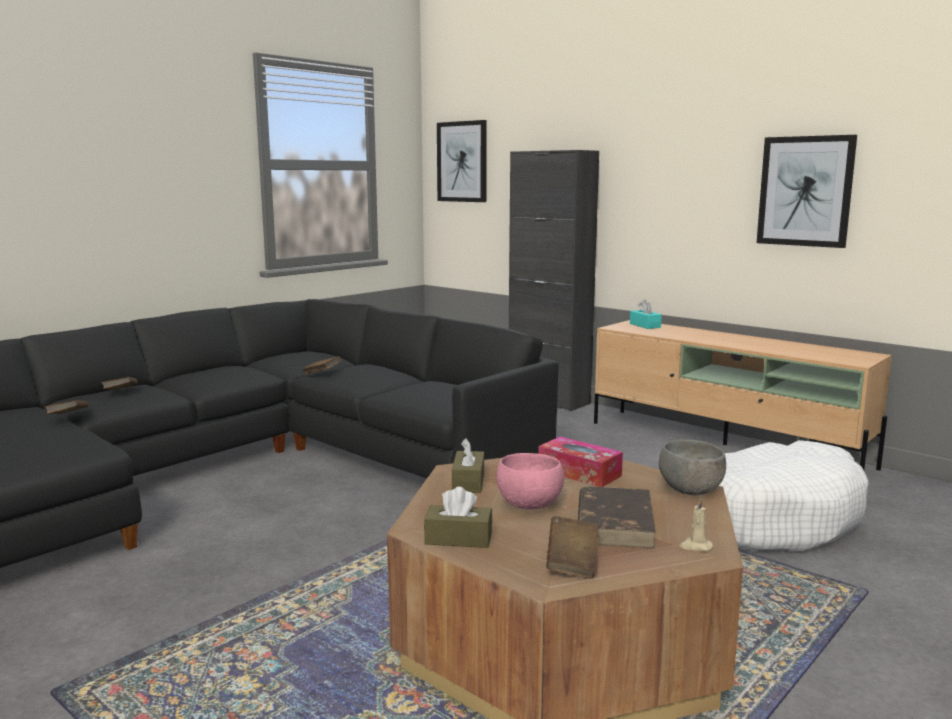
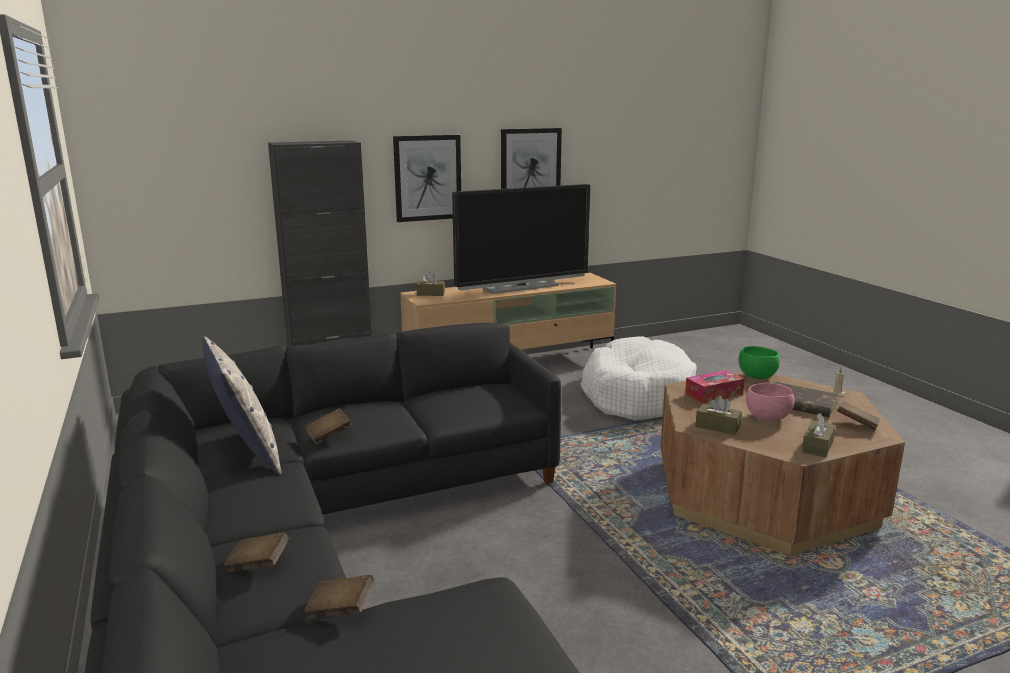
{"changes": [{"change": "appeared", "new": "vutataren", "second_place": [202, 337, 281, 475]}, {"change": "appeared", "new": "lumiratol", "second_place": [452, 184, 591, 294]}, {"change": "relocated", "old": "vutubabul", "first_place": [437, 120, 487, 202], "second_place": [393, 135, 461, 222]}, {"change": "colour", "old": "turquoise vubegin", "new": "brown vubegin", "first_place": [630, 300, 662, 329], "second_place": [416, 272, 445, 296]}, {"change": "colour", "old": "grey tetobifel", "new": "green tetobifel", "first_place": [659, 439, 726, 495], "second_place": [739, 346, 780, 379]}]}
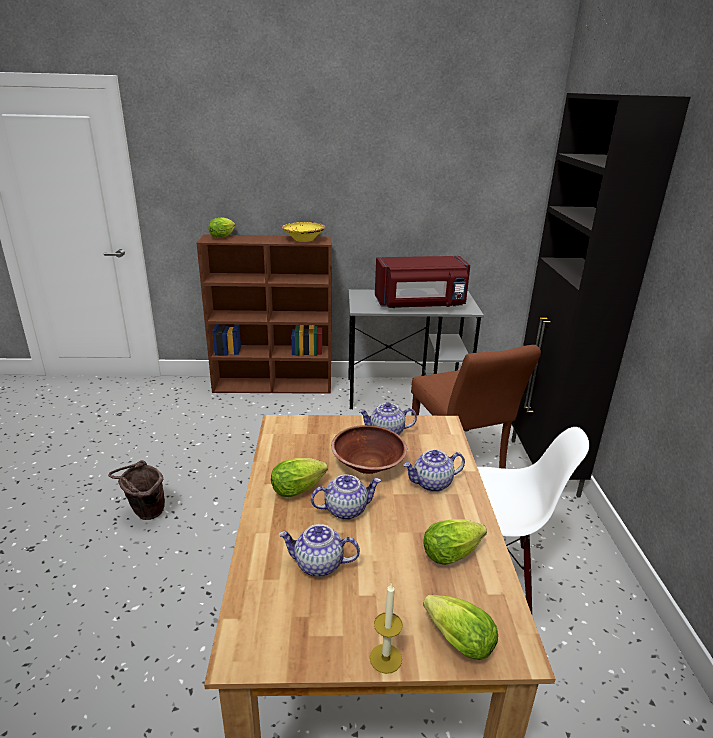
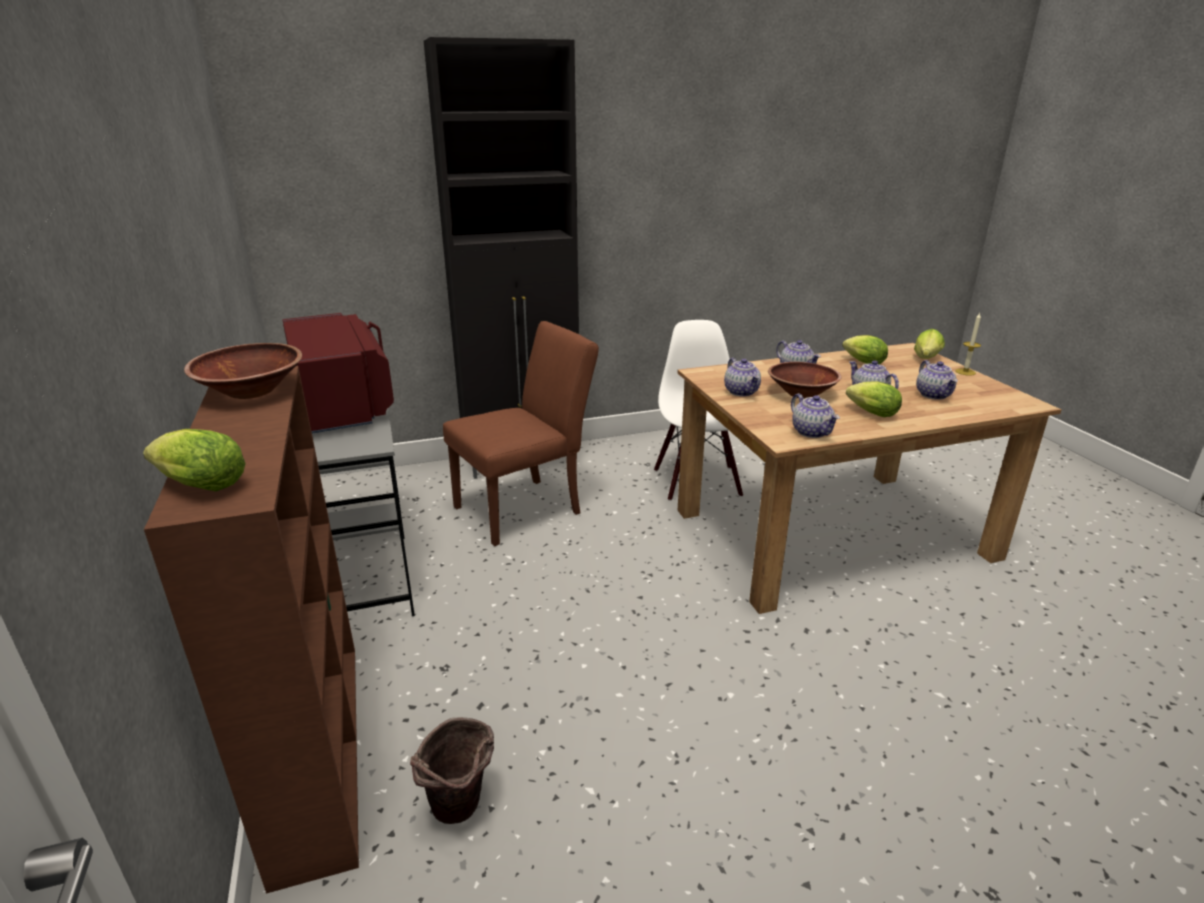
{"changes": [{"change": "appeared", "new": "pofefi", "second_place": [791, 394, 840, 438]}, {"change": "relocated", "old": "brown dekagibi", "first_place": [108, 460, 165, 520], "second_place": [410, 717, 494, 824]}, {"change": "colour", "old": "yellow tetobifel", "new": "brown tetobifel", "first_place": [282, 222, 326, 242], "second_place": [184, 343, 302, 399]}]}
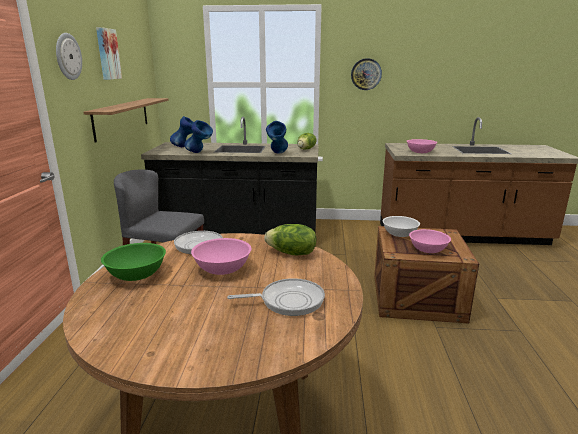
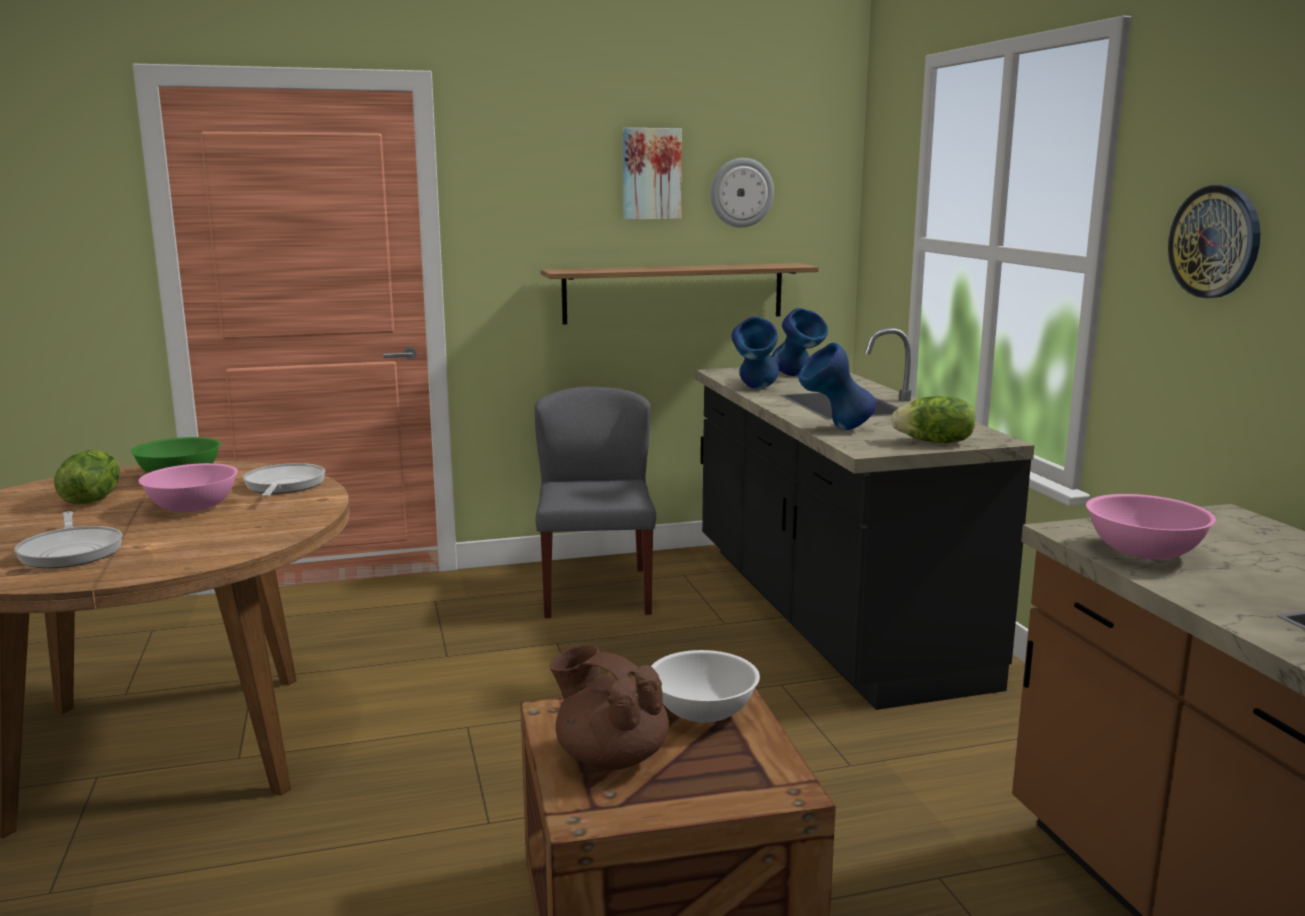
{"changes": [{"change": "relocated", "old": "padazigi", "first_place": [56, 33, 82, 80], "second_place": [710, 158, 774, 227]}, {"change": "relocated", "old": "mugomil", "first_place": [264, 224, 316, 255], "second_place": [54, 450, 120, 504]}, {"change": "exchanged", "old": "pink tetobifel", "new": "brown pofefi", "first_place": [409, 229, 451, 253], "second_place": [550, 645, 669, 770]}]}
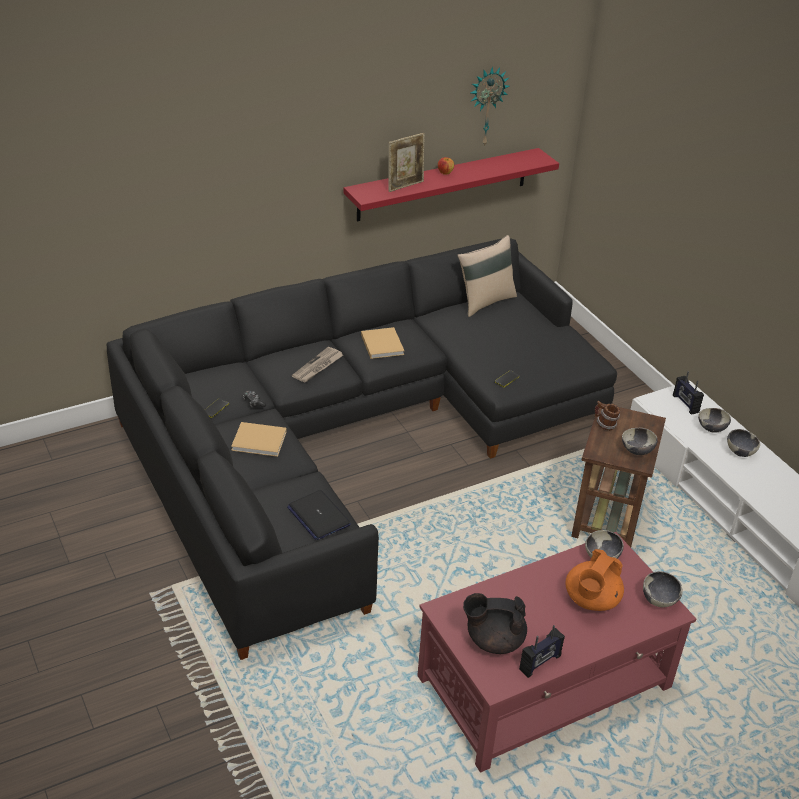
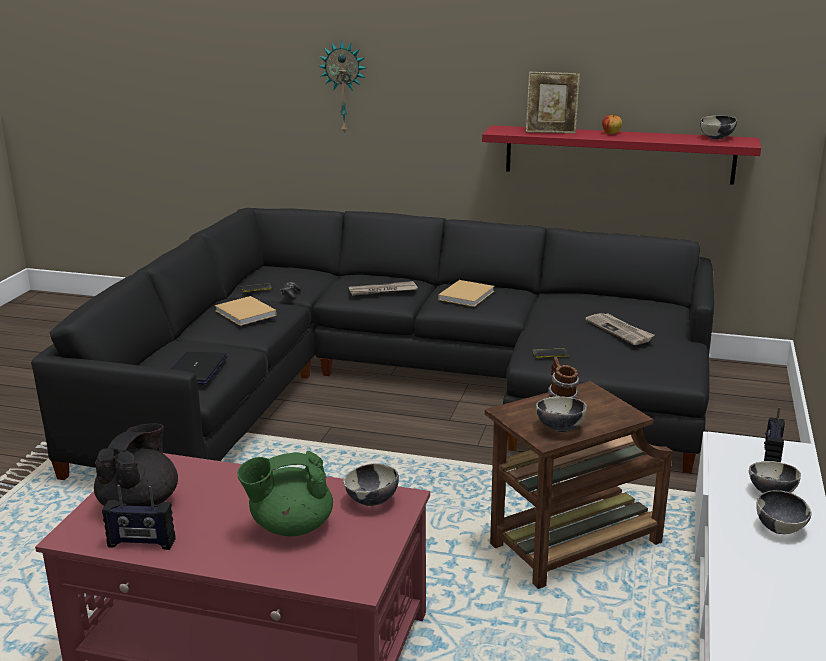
{"changes": [{"change": "missing", "old": "beige vutataren", "first_place": [457, 235, 517, 317]}, {"change": "appeared", "new": "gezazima", "second_place": [585, 313, 654, 345]}, {"change": "relocated", "old": "padazigi", "first_place": [470, 66, 510, 147], "second_place": [318, 40, 366, 135]}, {"change": "relocated", "old": "tetobifel", "first_place": [643, 571, 683, 607], "second_place": [700, 115, 737, 139]}, {"change": "colour", "old": "orange pofefi", "new": "green pofefi", "first_place": [565, 549, 624, 611], "second_place": [237, 451, 333, 537]}, {"change": "spun", "old": "black pofefi", "first_place": [463, 593, 527, 654], "second_place": [94, 423, 178, 507], "degrees": 60}]}
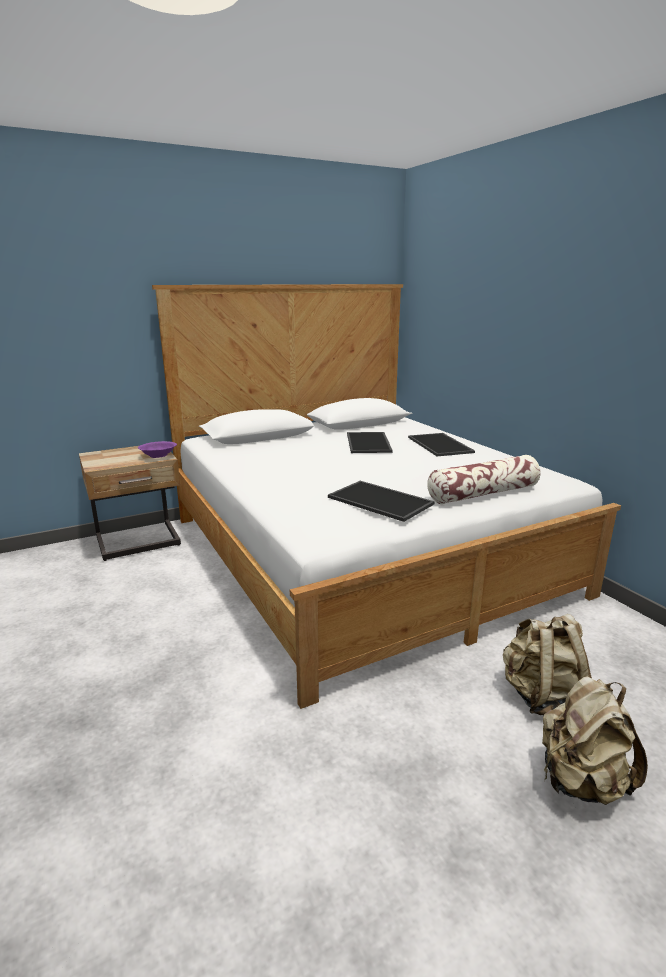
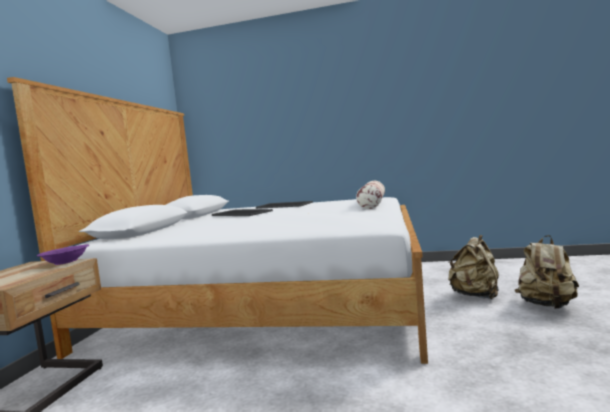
{"changes": [{"change": "missing", "old": "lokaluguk", "first_place": [328, 481, 435, 522]}]}
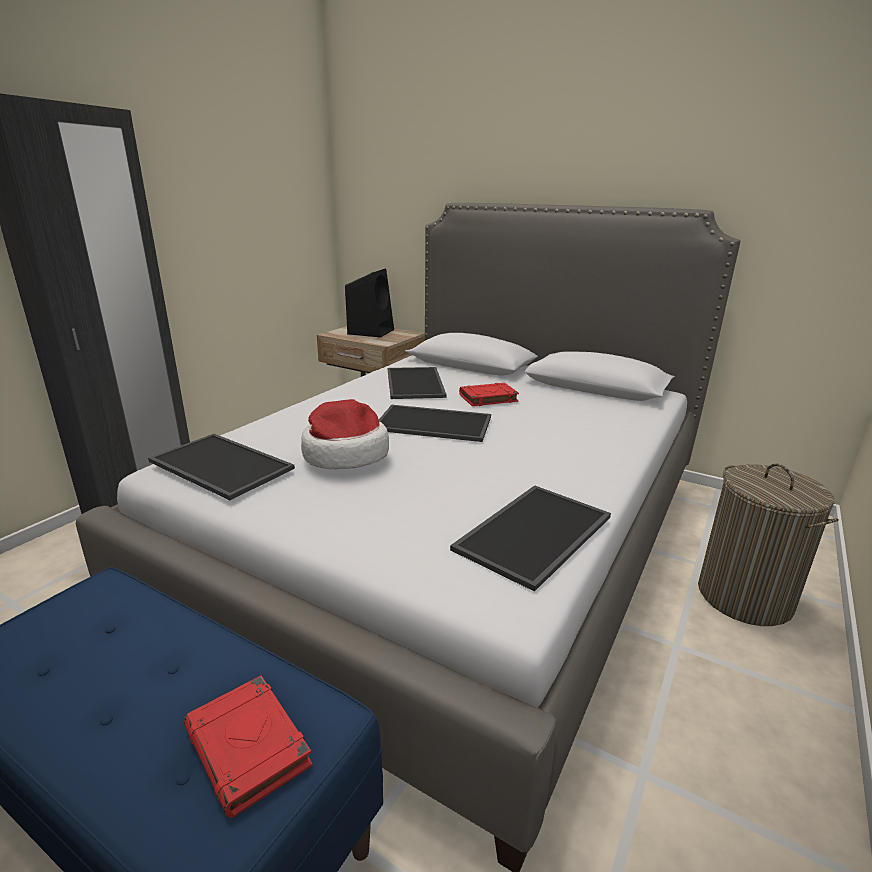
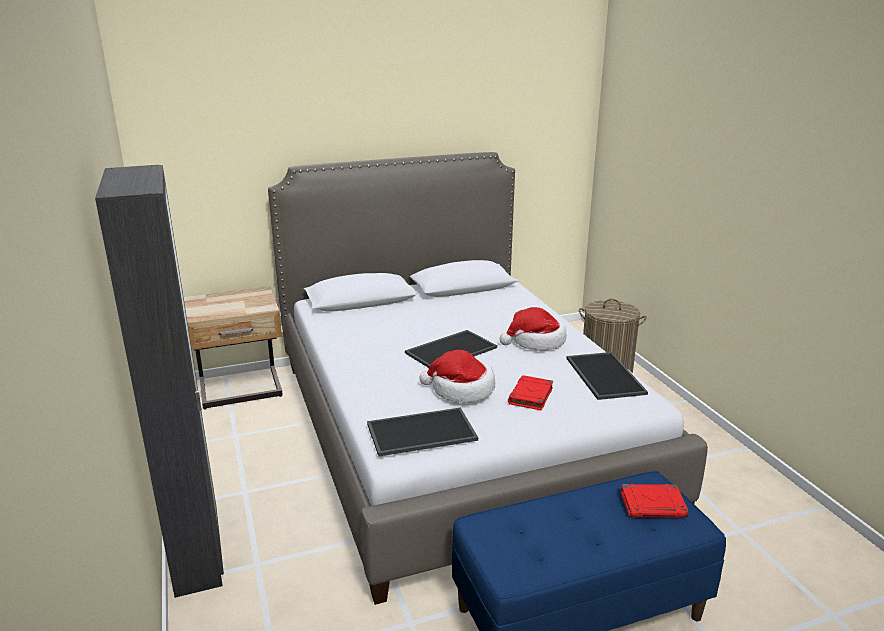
{"changes": [{"change": "missing", "old": "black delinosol", "first_place": [345, 268, 394, 338]}, {"change": "missing", "old": "lokaluguk", "first_place": [388, 367, 447, 399]}, {"change": "appeared", "new": "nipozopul", "second_place": [500, 307, 567, 351]}, {"change": "relocated", "old": "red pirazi", "first_place": [459, 383, 519, 406], "second_place": [508, 375, 553, 411]}]}
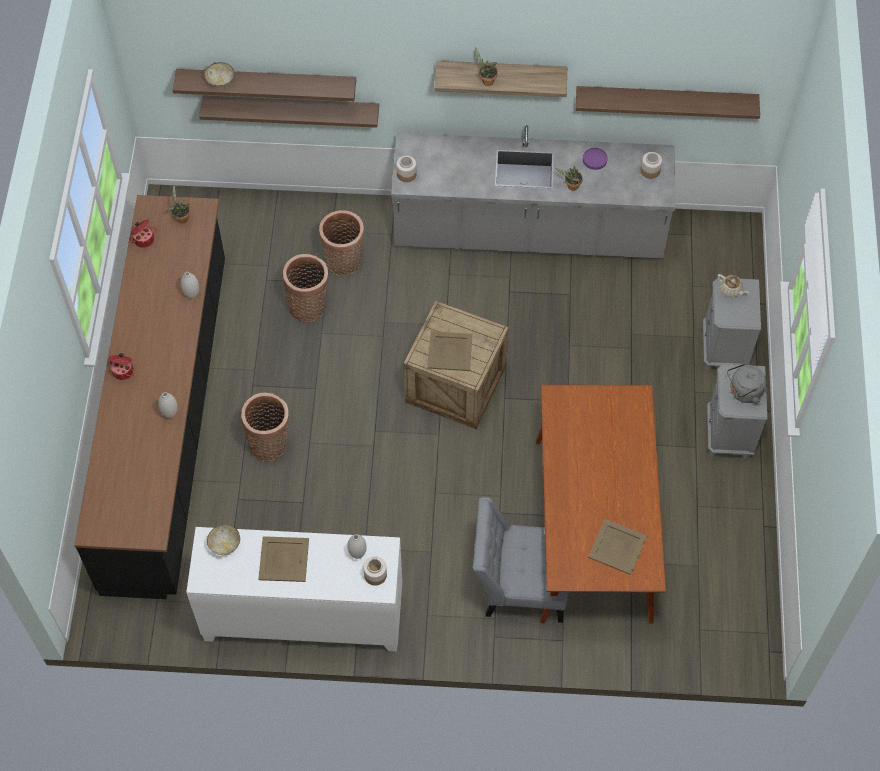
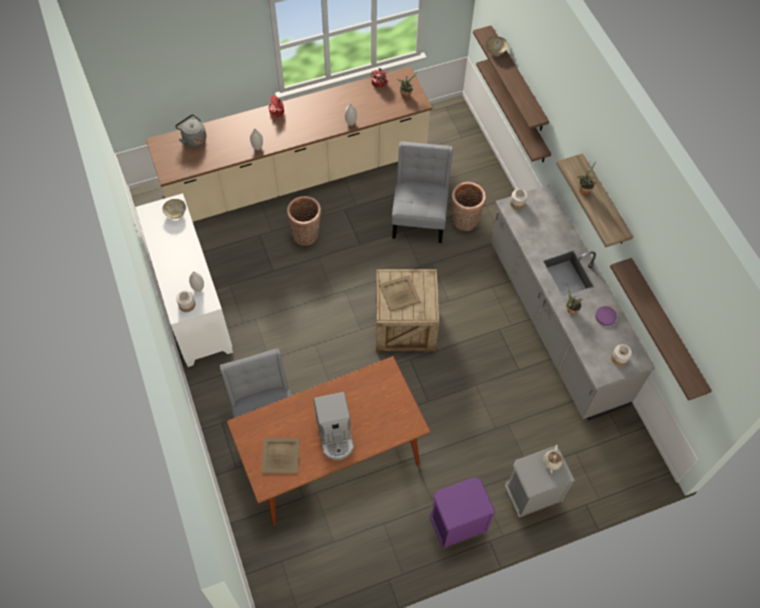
{"changes": [{"change": "missing", "old": "beige lokaluguk", "first_place": [259, 536, 309, 582]}, {"change": "appeared", "new": "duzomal", "second_place": [314, 392, 354, 460]}, {"change": "relocated", "old": "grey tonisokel", "first_place": [727, 363, 766, 403], "second_place": [175, 114, 206, 147]}, {"change": "exchanged", "old": "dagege", "new": "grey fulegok", "first_place": [283, 254, 329, 323], "second_place": [392, 141, 453, 243]}, {"change": "colour", "old": "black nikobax", "new": "beige nikobax", "first_place": [74, 195, 225, 599], "second_place": [146, 66, 432, 222]}, {"change": "colour", "old": "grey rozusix", "new": "purple rozusix", "first_place": [707, 364, 767, 459], "second_place": [429, 477, 496, 549]}]}
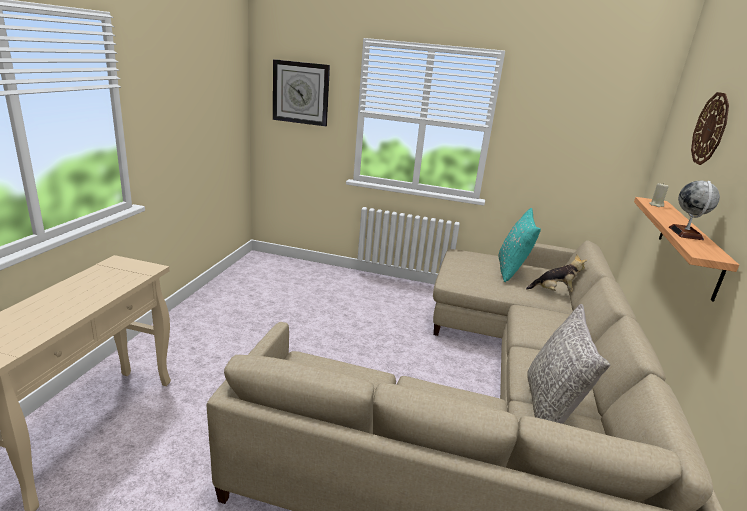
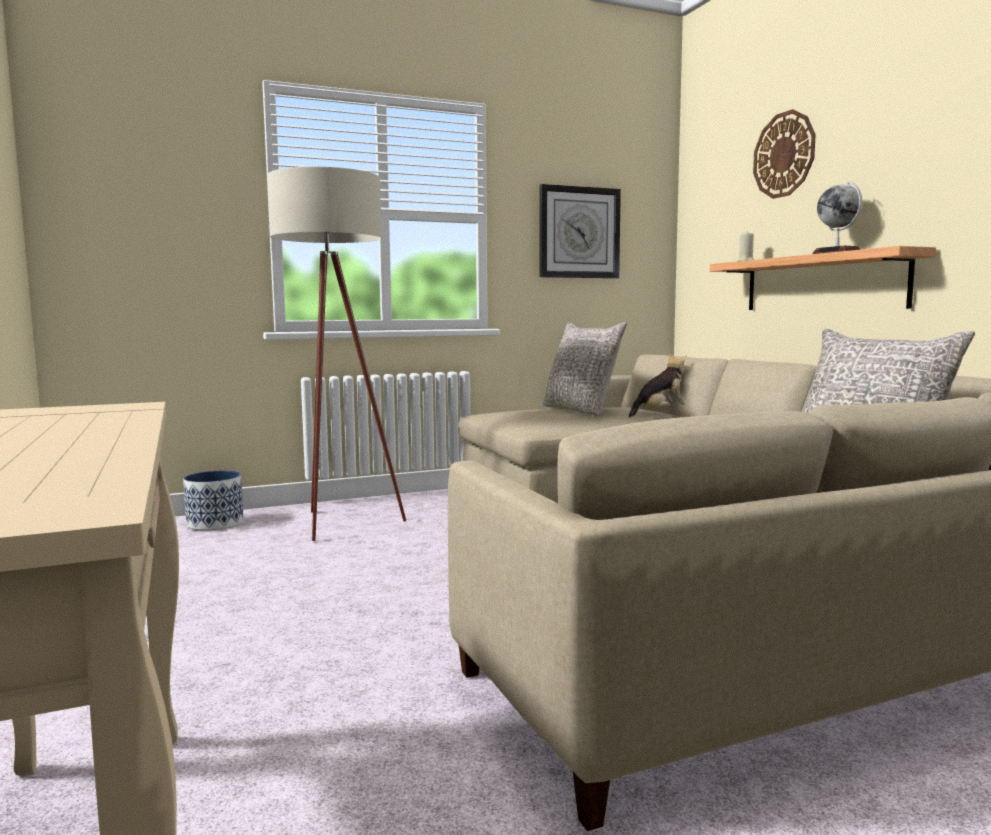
{"changes": [{"change": "appeared", "new": "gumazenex", "second_place": [183, 470, 244, 531]}, {"change": "appeared", "new": "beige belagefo", "second_place": [267, 167, 406, 541]}, {"change": "relocated", "old": "padazigi", "first_place": [273, 59, 330, 126], "second_place": [539, 184, 621, 278]}, {"change": "colour", "old": "turquoise vutataren", "new": "grey vutataren", "first_place": [498, 208, 541, 282], "second_place": [542, 322, 627, 416]}]}
